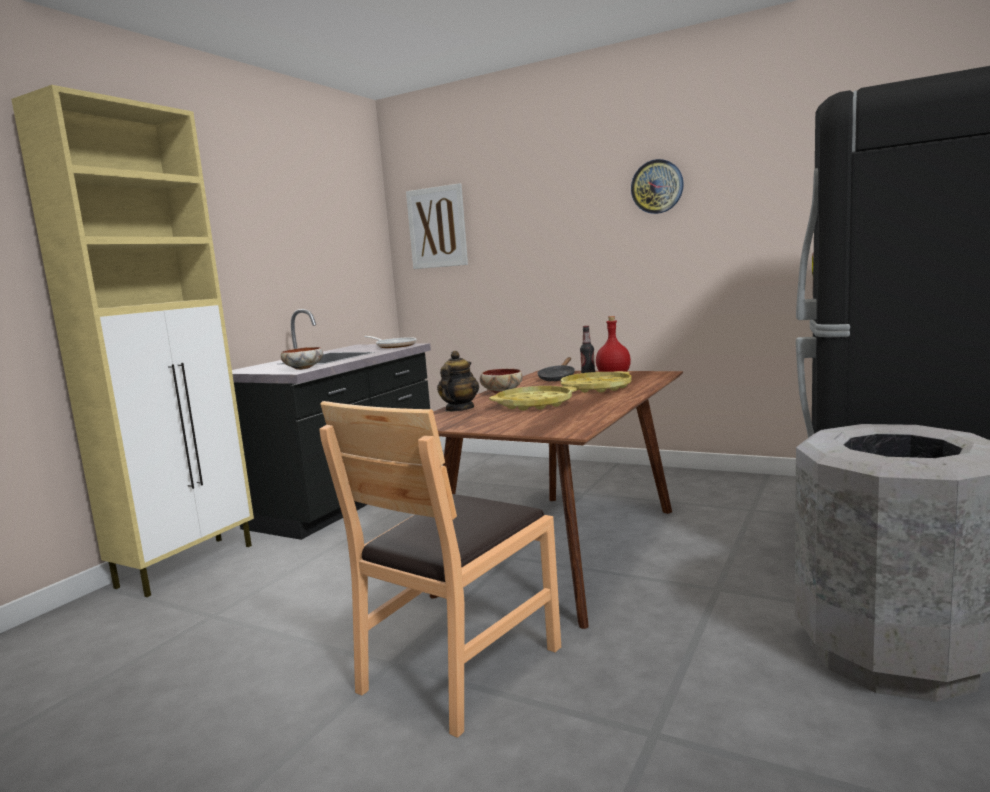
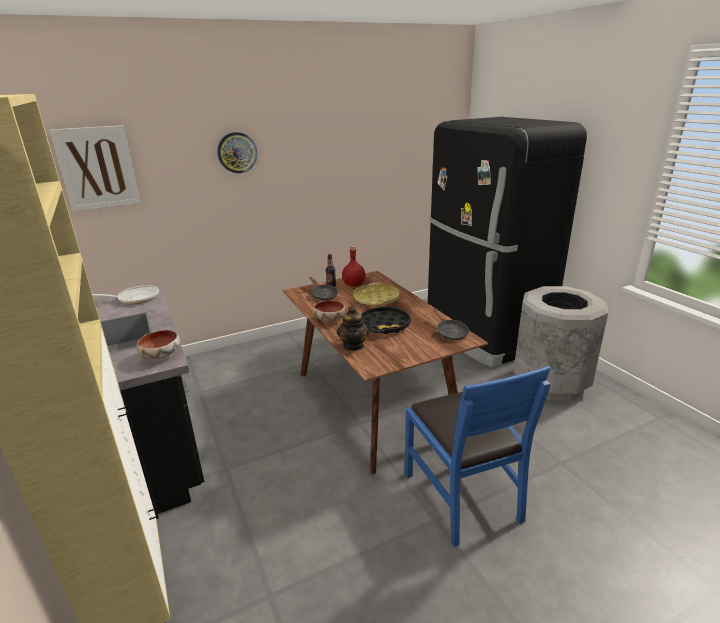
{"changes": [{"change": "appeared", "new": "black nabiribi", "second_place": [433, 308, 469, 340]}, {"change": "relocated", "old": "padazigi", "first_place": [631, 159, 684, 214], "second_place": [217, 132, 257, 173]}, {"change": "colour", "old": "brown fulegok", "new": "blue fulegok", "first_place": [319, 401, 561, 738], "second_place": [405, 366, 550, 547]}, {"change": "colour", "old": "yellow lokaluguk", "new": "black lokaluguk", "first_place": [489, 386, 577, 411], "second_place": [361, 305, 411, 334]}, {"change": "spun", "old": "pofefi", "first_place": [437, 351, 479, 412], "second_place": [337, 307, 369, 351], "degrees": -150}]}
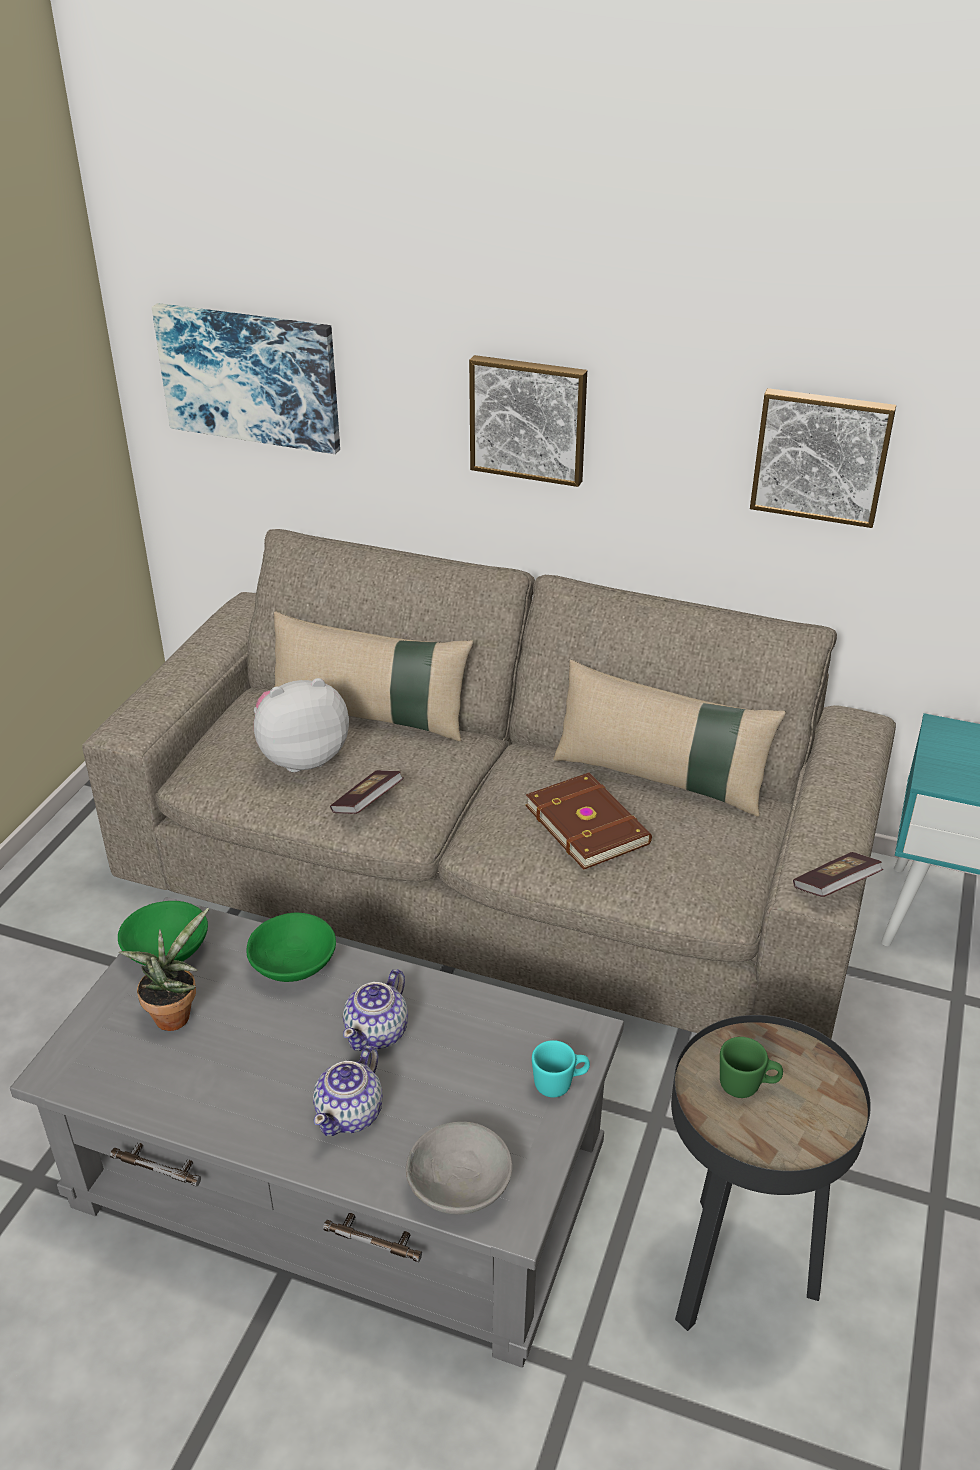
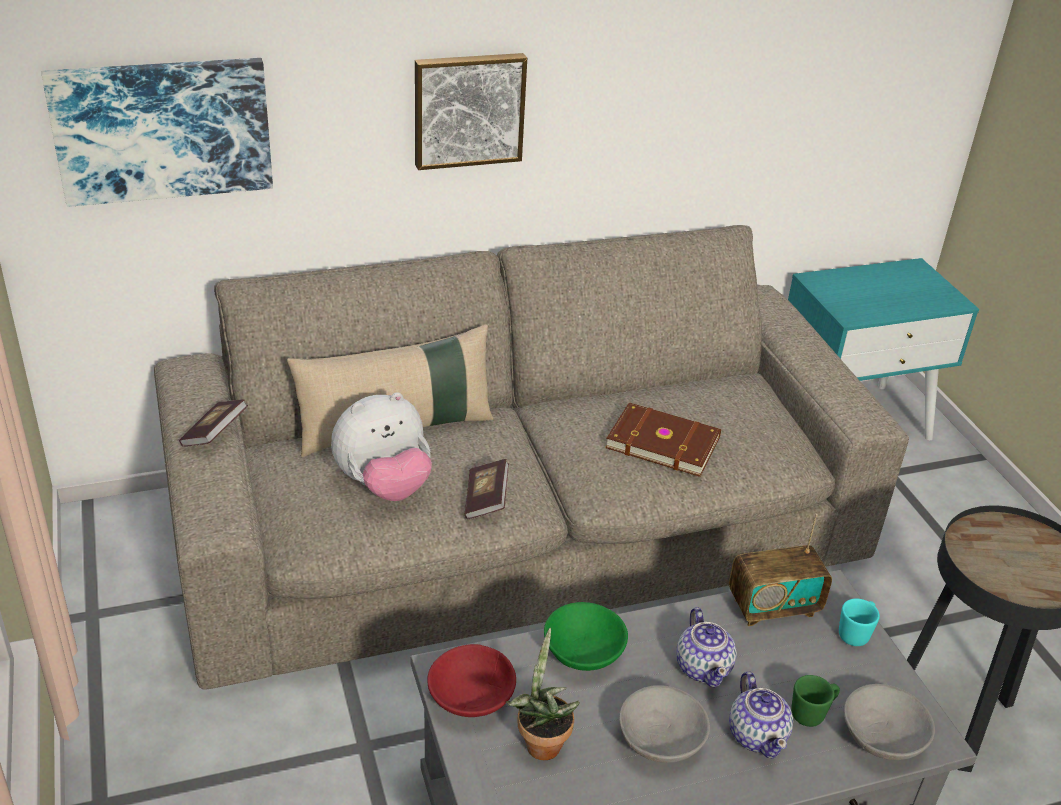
{"changes": [{"change": "missing", "old": "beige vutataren", "first_place": [553, 660, 786, 817]}, {"change": "missing", "old": "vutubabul", "first_place": [750, 388, 896, 528]}, {"change": "appeared", "new": "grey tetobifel", "second_place": [619, 685, 710, 763]}, {"change": "appeared", "new": "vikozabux", "second_place": [729, 514, 832, 626]}, {"change": "relocated", "old": "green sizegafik", "first_place": [720, 1037, 783, 1098], "second_place": [791, 675, 840, 727]}, {"change": "relocated", "old": "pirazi", "first_place": [793, 852, 883, 897], "second_place": [179, 399, 248, 447]}, {"change": "colour", "old": "green tetobifel", "new": "red tetobifel", "first_place": [118, 901, 208, 966], "second_place": [427, 644, 516, 717]}, {"change": "spun", "old": "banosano", "first_place": [254, 678, 349, 772], "second_place": [331, 392, 432, 501], "degrees": -150}]}
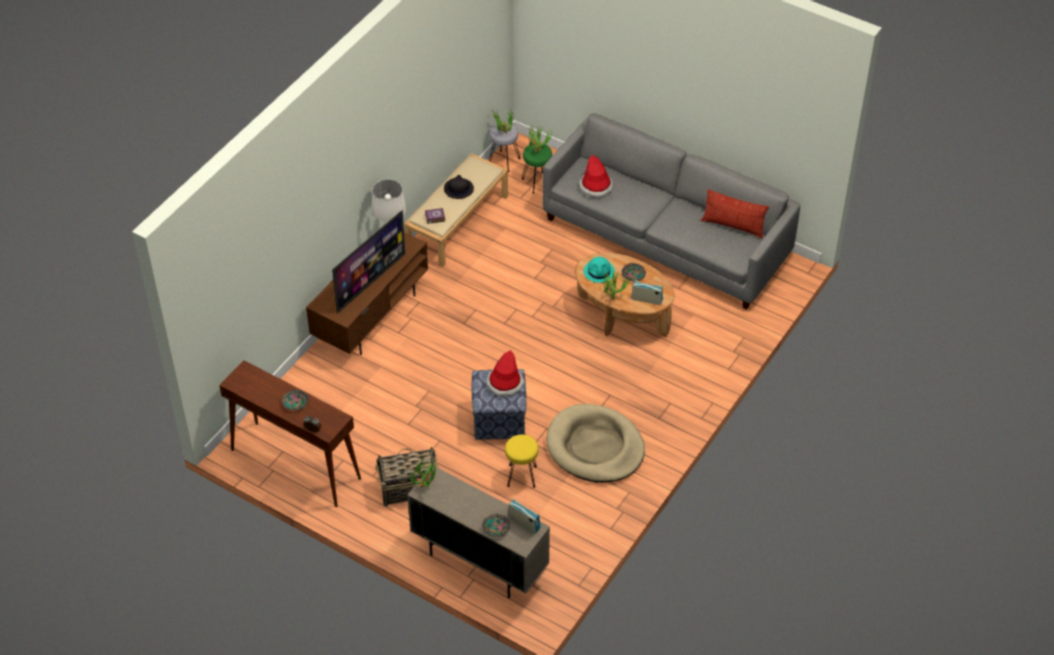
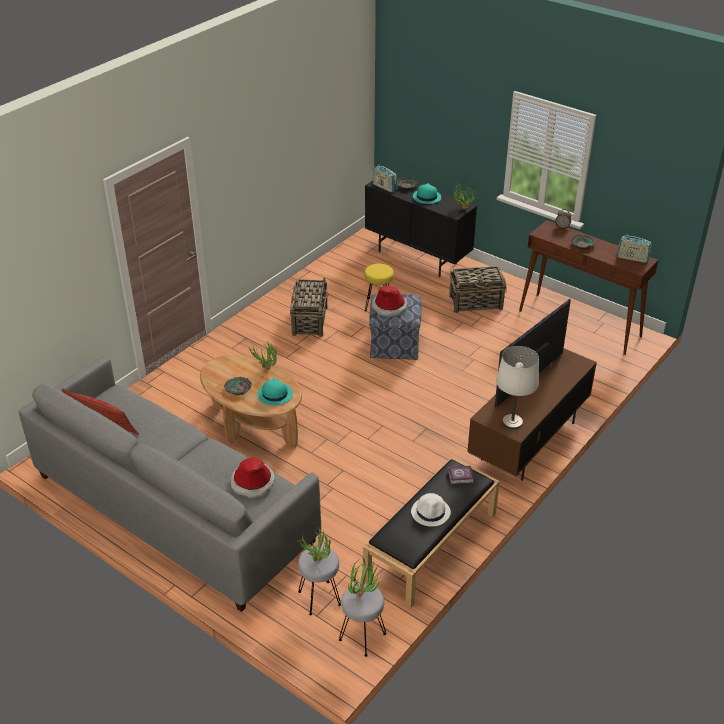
{"changes": [{"change": "appeared", "new": "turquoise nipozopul", "second_place": [413, 183, 441, 204]}, {"change": "relocated", "old": "vikozabux", "first_place": [631, 280, 663, 305], "second_place": [617, 234, 652, 263]}, {"change": "exchanged", "old": "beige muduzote", "new": "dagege", "first_place": [546, 404, 645, 483], "second_place": [290, 277, 329, 337]}, {"change": "colour", "old": "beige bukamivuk", "new": "black bukamivuk", "first_place": [404, 153, 508, 267], "second_place": [363, 457, 500, 609]}, {"change": "colour", "old": "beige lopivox", "new": "black lopivox", "first_place": [407, 466, 550, 598], "second_place": [365, 177, 477, 277]}, {"change": "colour", "old": "black nipozopul", "new": "white nipozopul", "first_place": [444, 175, 474, 199], "second_place": [411, 493, 451, 527]}, {"change": "colour", "old": "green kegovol", "new": "grey kegovol", "first_place": [522, 143, 552, 194], "second_place": [298, 546, 341, 615]}]}
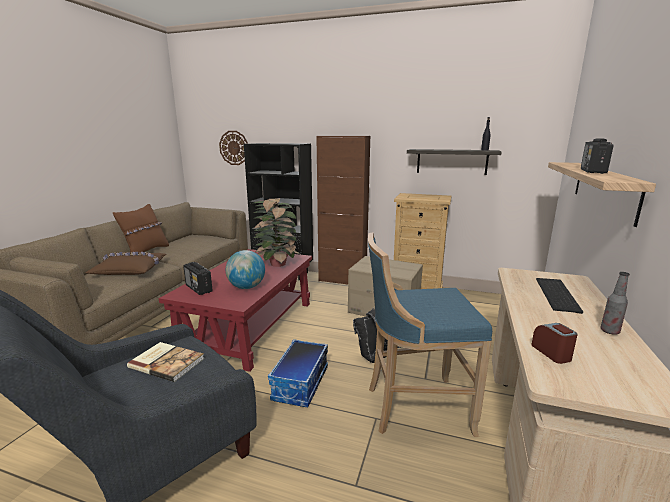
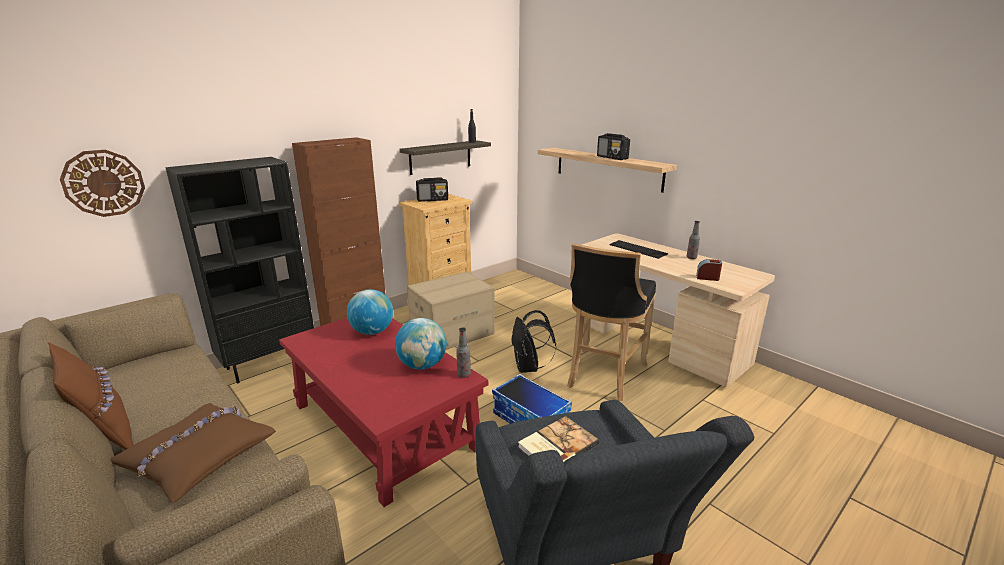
{"changes": [{"change": "appeared", "new": "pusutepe", "second_place": [456, 327, 471, 378]}, {"change": "relocated", "old": "vikozabux", "first_place": [183, 262, 213, 295], "second_place": [416, 178, 448, 202]}, {"change": "exchanged", "old": "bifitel", "new": "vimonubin", "first_place": [253, 198, 300, 267], "second_place": [347, 289, 393, 335]}, {"change": "colour", "old": "blue kegovol", "new": "black kegovol", "first_place": [368, 232, 492, 437], "second_place": [567, 243, 656, 401]}]}
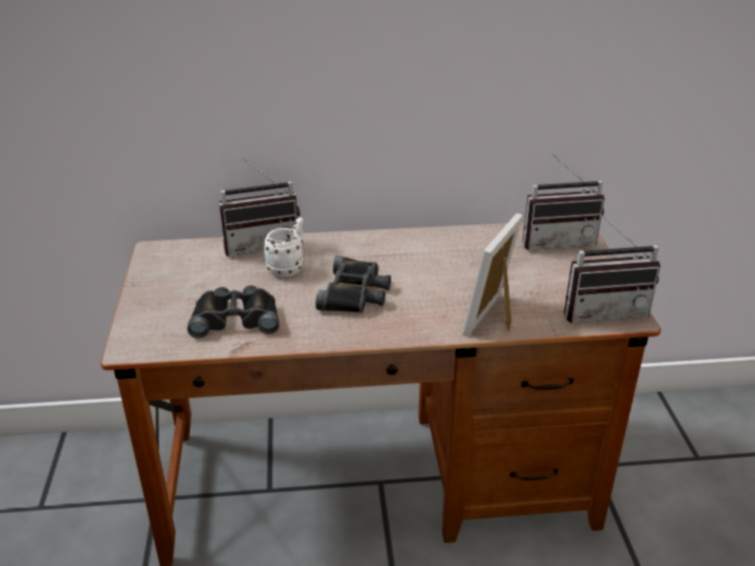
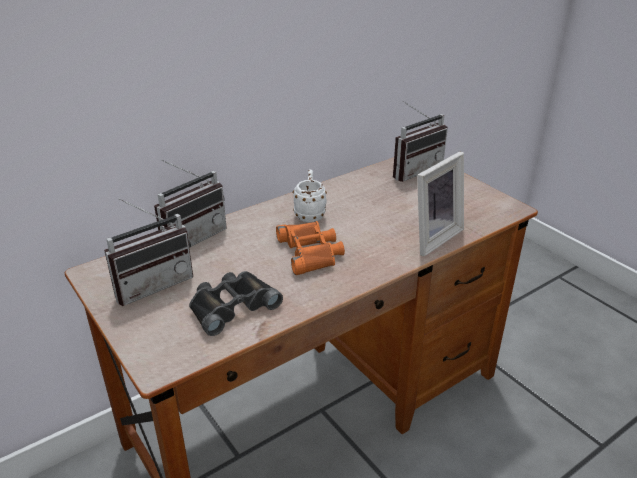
{"changes": [{"change": "relocated", "old": "white sizegafik", "first_place": [263, 217, 304, 277], "second_place": [293, 170, 327, 222]}, {"change": "relocated", "old": "vikozabux", "first_place": [564, 214, 660, 323], "second_place": [104, 198, 193, 306]}, {"change": "colour", "old": "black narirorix", "new": "orange narirorix", "first_place": [316, 256, 391, 313], "second_place": [276, 221, 345, 275]}, {"change": "spun", "old": "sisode", "first_place": [463, 213, 523, 336], "second_place": [417, 151, 464, 257], "degrees": -135}]}
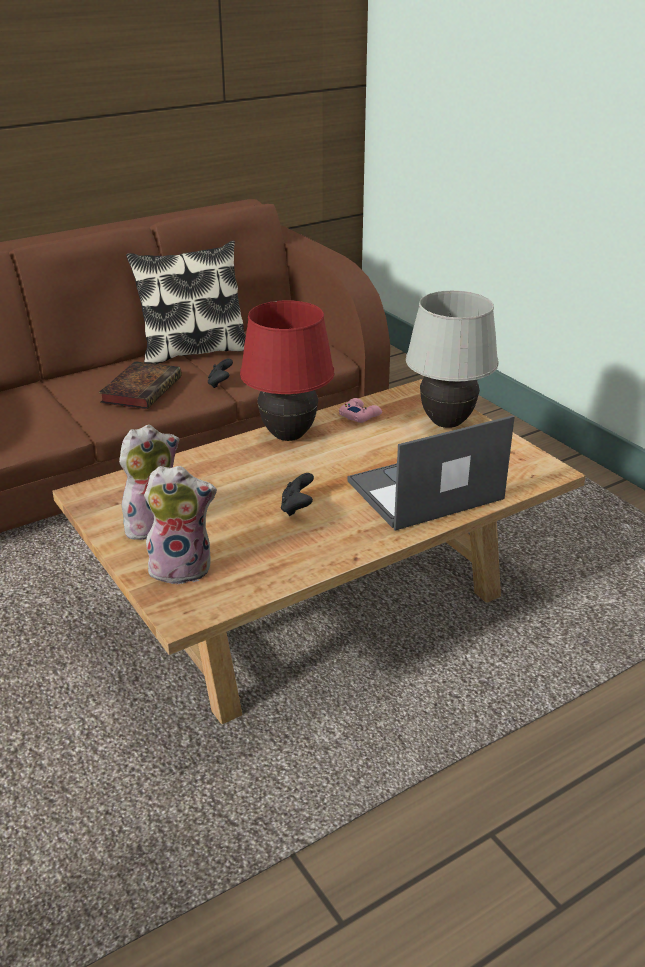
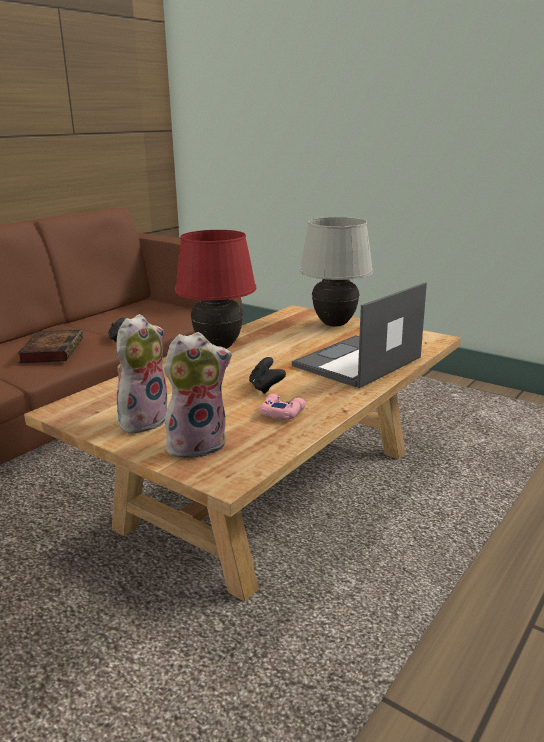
{"changes": [{"change": "missing", "old": "vutataren", "first_place": [126, 240, 246, 364]}, {"change": "relocated", "old": "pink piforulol", "first_place": [339, 398, 382, 423], "second_place": [260, 394, 306, 419]}]}
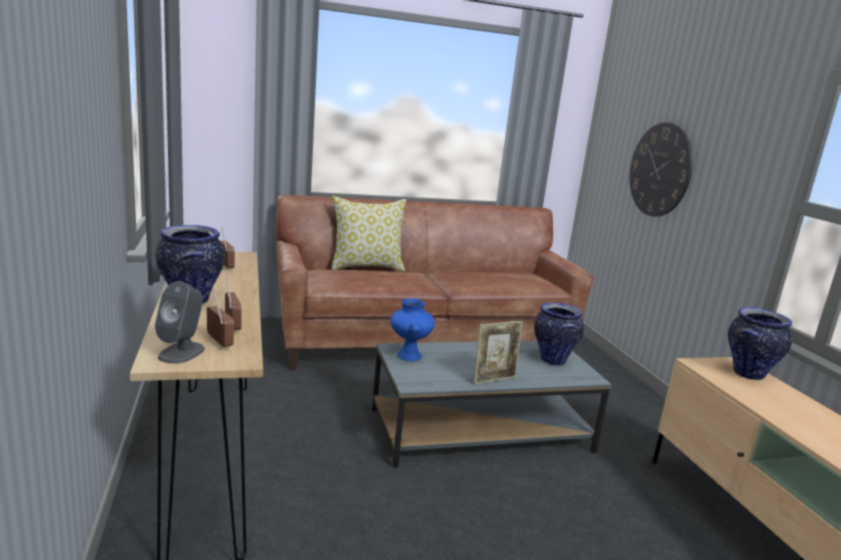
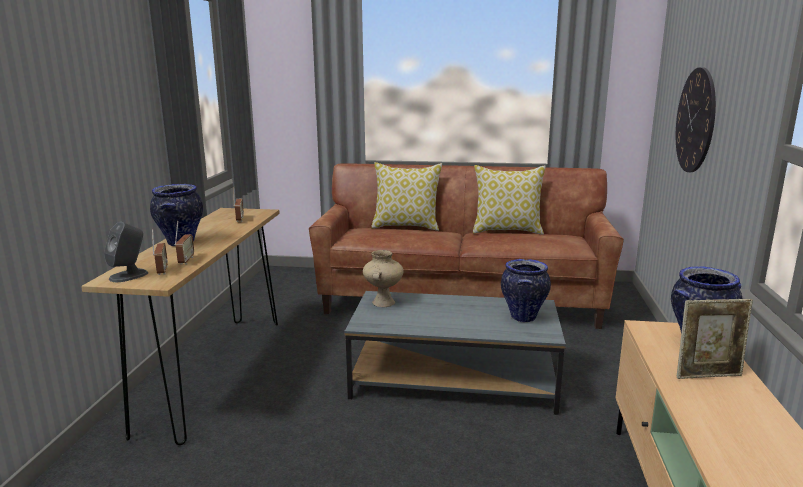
{"changes": [{"change": "appeared", "new": "vutataren", "second_place": [473, 165, 546, 235]}, {"change": "relocated", "old": "sisode", "first_place": [474, 321, 523, 384], "second_place": [677, 299, 753, 379]}, {"change": "colour", "old": "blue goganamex", "new": "beige goganamex", "first_place": [390, 298, 435, 362], "second_place": [363, 250, 403, 307]}]}
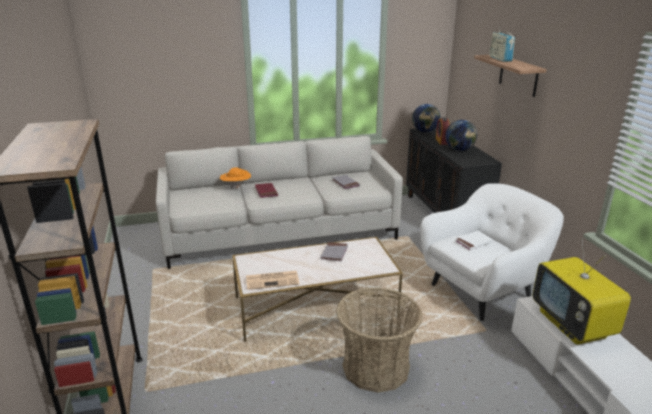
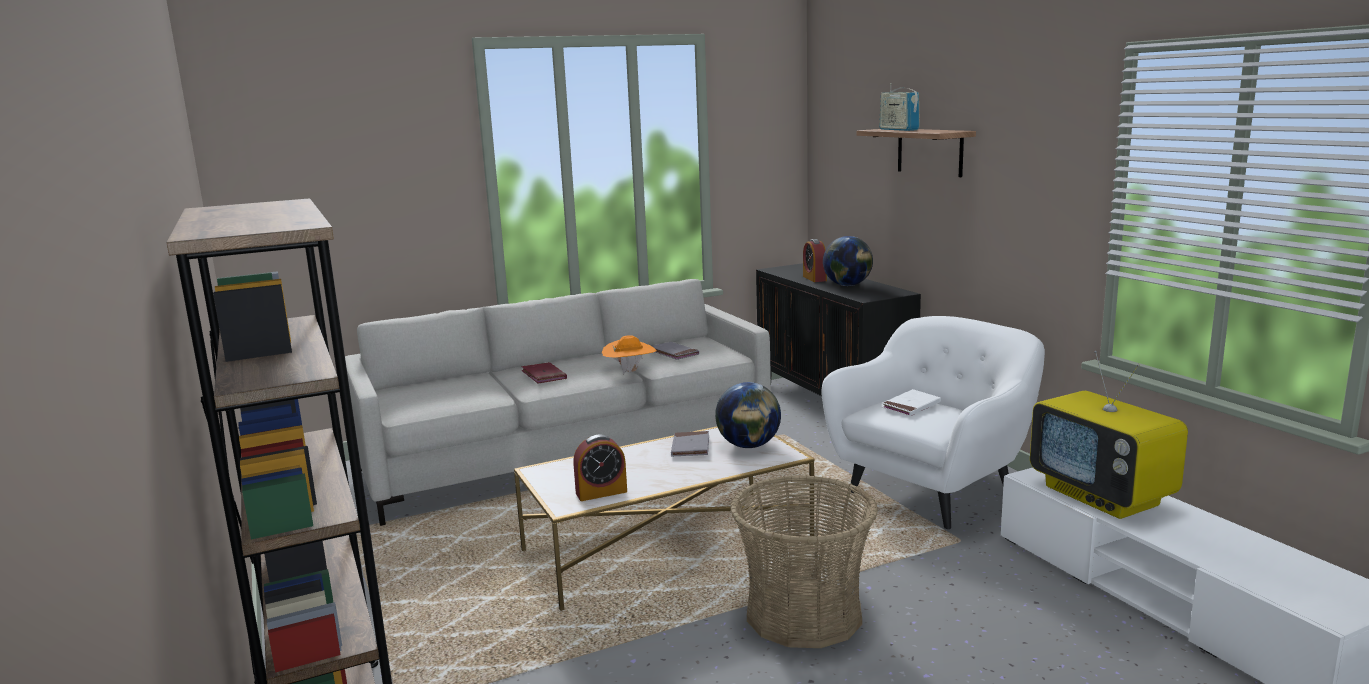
{"changes": [{"change": "relocated", "old": "orange nipozopul", "first_place": [220, 167, 251, 189], "second_place": [602, 335, 656, 374]}, {"change": "relocated", "old": "vimonubin", "first_place": [412, 104, 441, 132], "second_place": [715, 382, 781, 448]}, {"change": "exchanged", "old": "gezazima", "new": "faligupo", "first_place": [246, 271, 300, 290], "second_place": [573, 435, 627, 501]}]}
